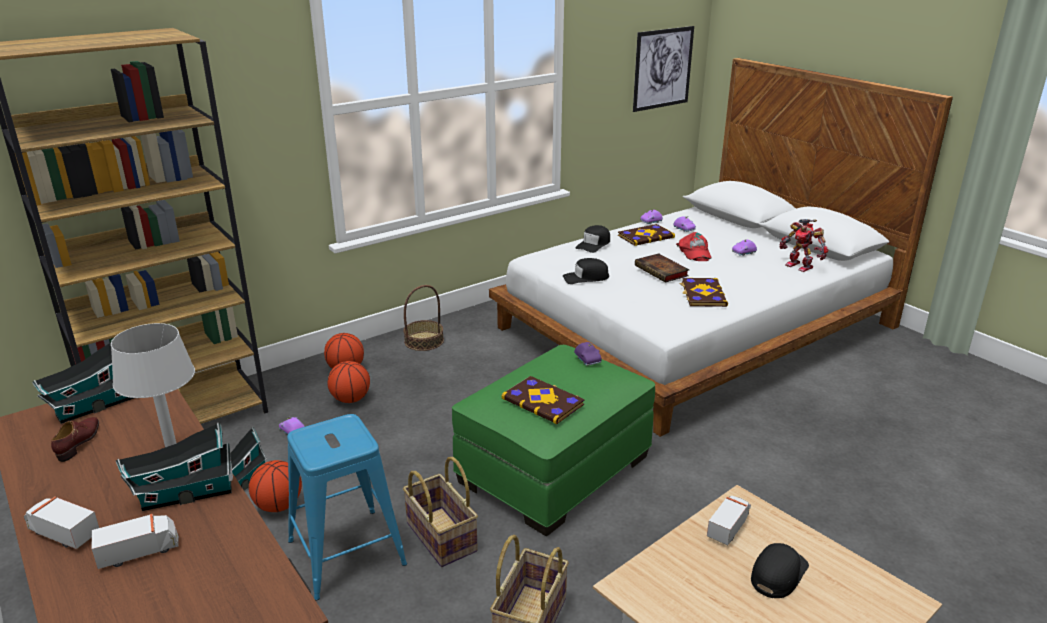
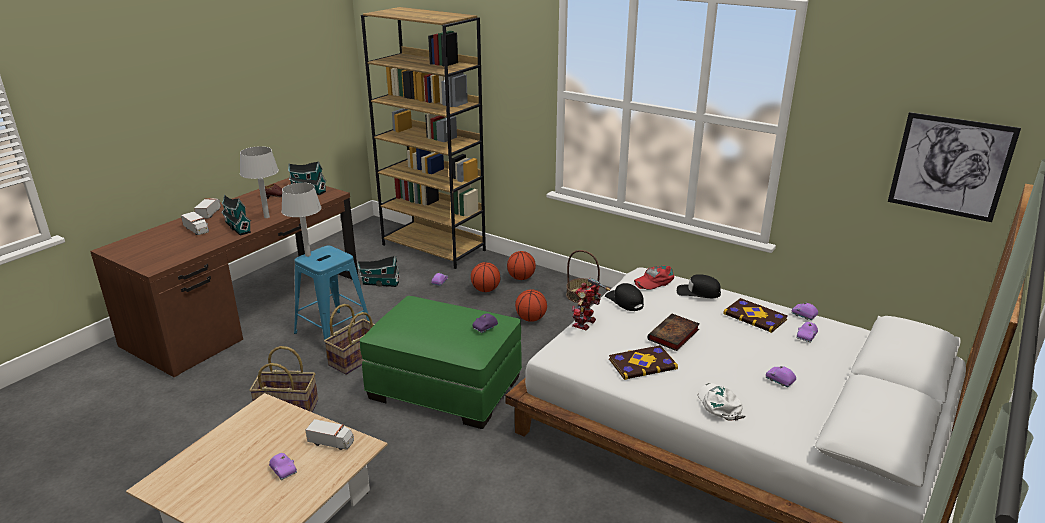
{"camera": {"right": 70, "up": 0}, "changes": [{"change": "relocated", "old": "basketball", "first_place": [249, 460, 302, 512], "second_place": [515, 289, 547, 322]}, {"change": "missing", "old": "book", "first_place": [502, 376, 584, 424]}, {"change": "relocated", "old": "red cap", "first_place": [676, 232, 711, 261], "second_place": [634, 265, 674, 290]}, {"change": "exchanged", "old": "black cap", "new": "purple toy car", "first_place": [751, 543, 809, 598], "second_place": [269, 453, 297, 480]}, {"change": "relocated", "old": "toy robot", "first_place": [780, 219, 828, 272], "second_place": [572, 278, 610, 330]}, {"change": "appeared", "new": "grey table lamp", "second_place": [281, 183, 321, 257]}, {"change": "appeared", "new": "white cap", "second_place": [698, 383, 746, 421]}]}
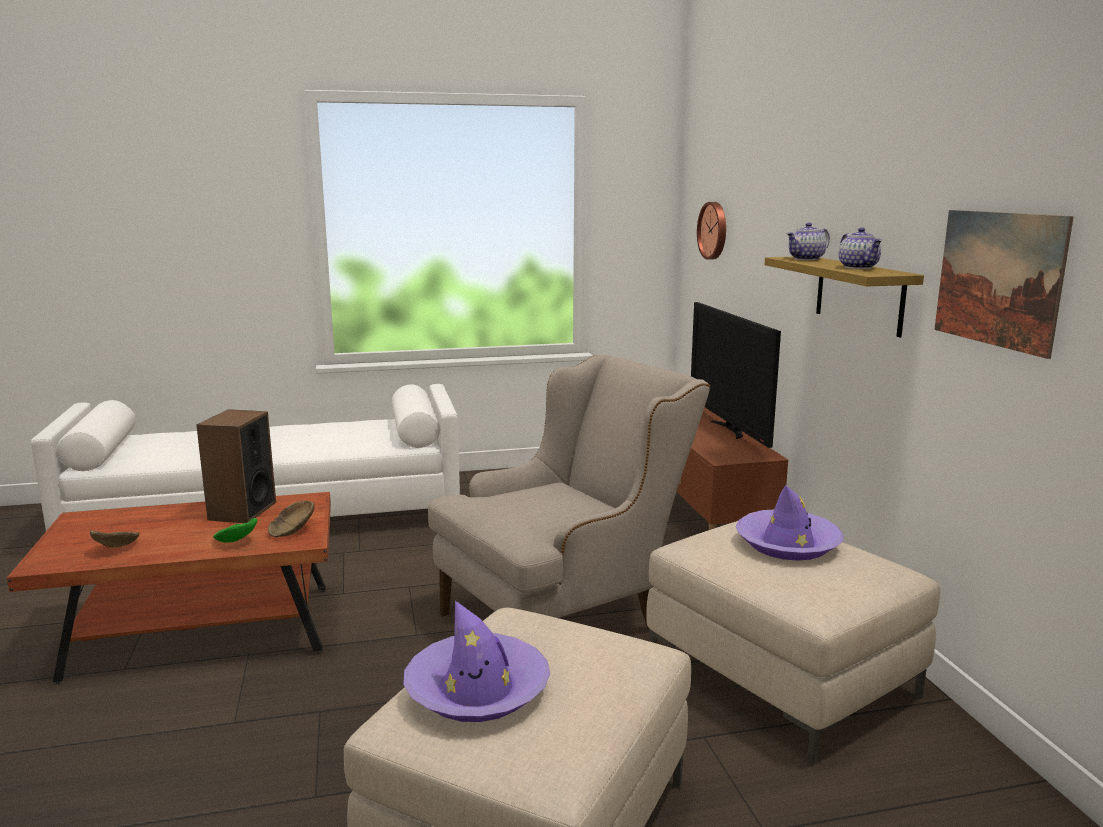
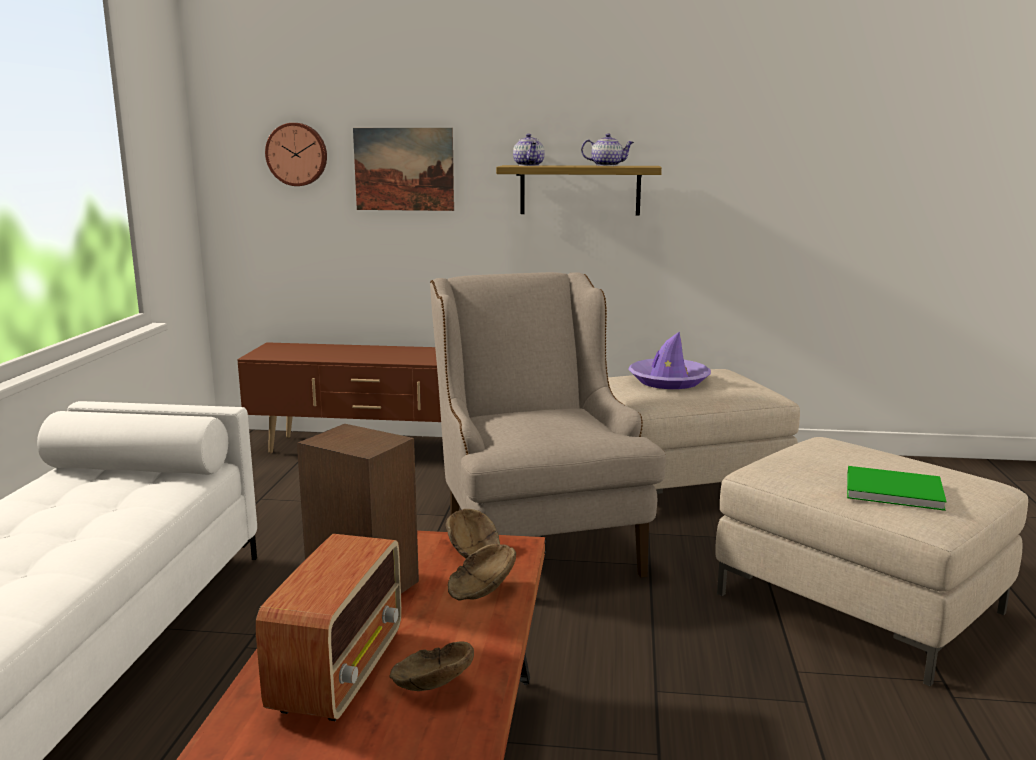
{"camera": {"right": -70, "up": 0}, "changes": [{"change": "colour", "old": "green bowl", "new": "brown bowl", "first_place": [213, 518, 257, 542], "second_place": [448, 544, 516, 601]}, {"change": "exchanged", "old": "purple hat", "new": "green book", "first_place": [403, 601, 550, 722], "second_place": [847, 466, 947, 511]}, {"change": "missing", "old": "television", "first_place": [691, 302, 781, 448]}, {"change": "relocated", "old": "picture", "first_place": [934, 210, 1074, 359], "second_place": [353, 128, 454, 211]}, {"change": "appeared", "new": "radio", "second_place": [256, 534, 402, 721]}]}
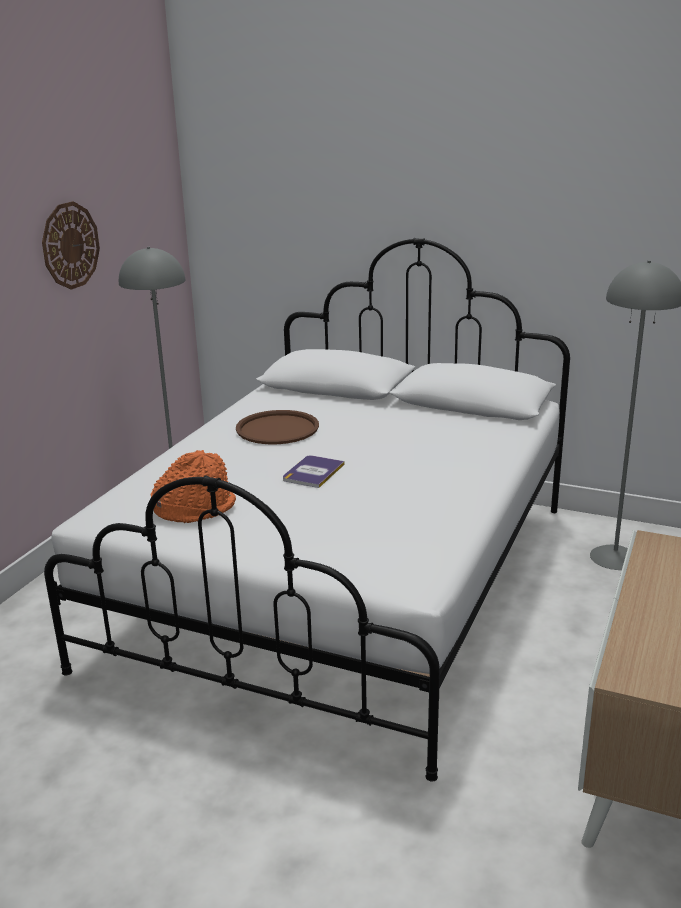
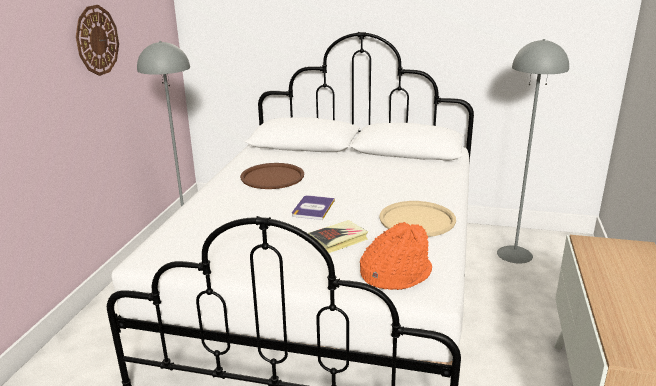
{"camera": {"right": -10, "up": 0}, "changes": [{"change": "relocated", "old": "orange hat", "first_place": [151, 450, 236, 523], "second_place": [360, 222, 432, 290]}, {"change": "appeared", "new": "book", "second_place": [308, 220, 368, 253]}, {"change": "appeared", "new": "beige tray", "second_place": [379, 201, 456, 237]}]}
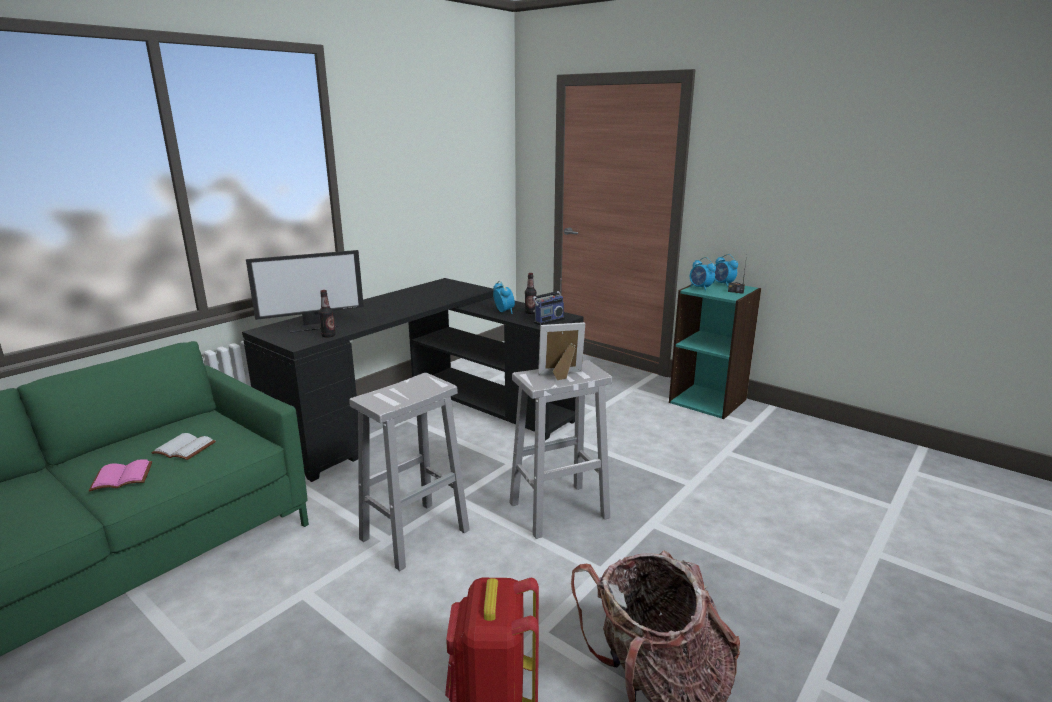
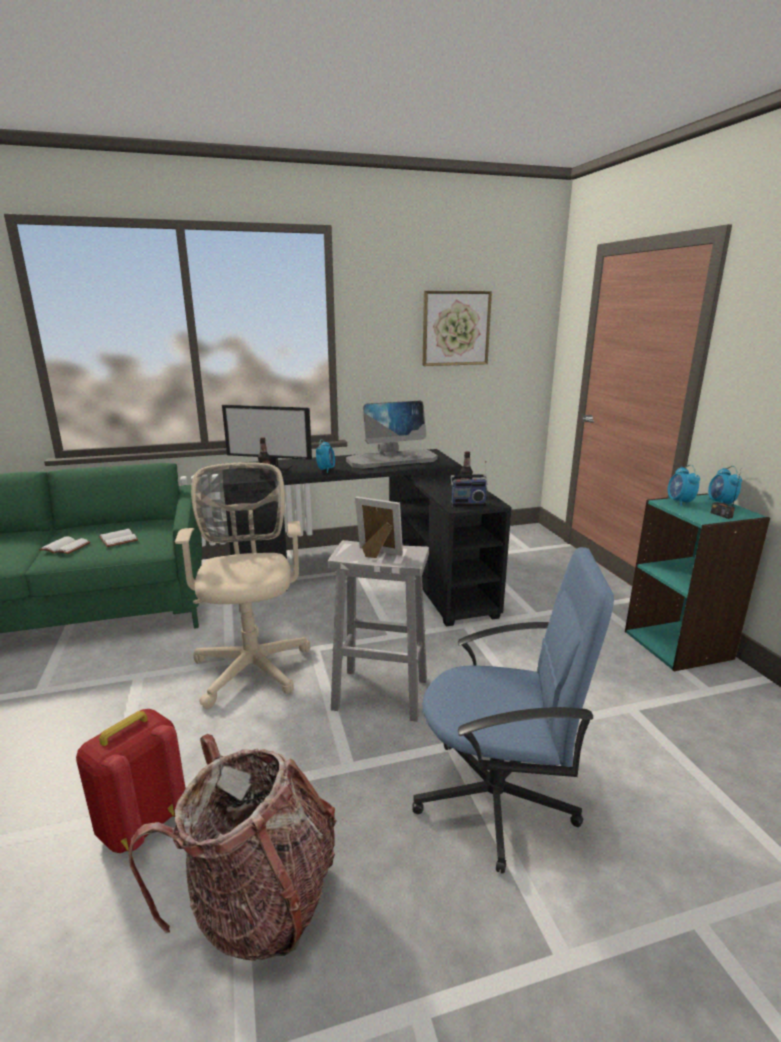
{"camera": {"right": 35, "up": 0}, "changes": [{"change": "colour", "old": "pink book", "new": "white book", "first_place": [89, 459, 152, 491], "second_place": [39, 536, 91, 554]}, {"change": "exchanged", "old": "white stool", "new": "beige office chair", "first_place": [349, 373, 470, 571], "second_place": [175, 462, 311, 709]}, {"change": "relocated", "old": "alarm clock", "first_place": [493, 281, 515, 314], "second_place": [316, 439, 335, 473]}, {"change": "appeared", "new": "monitor", "second_place": [346, 401, 438, 469]}, {"change": "appeared", "new": "blue office chair", "second_place": [412, 547, 614, 874]}, {"change": "appeared", "new": "picture", "second_place": [423, 291, 492, 366]}]}
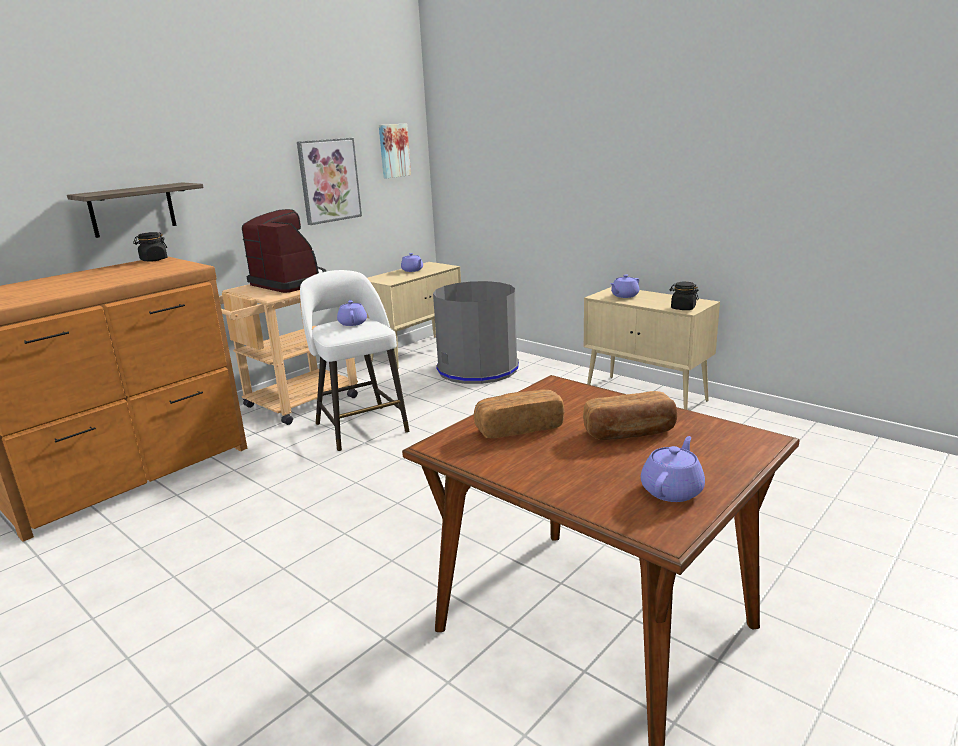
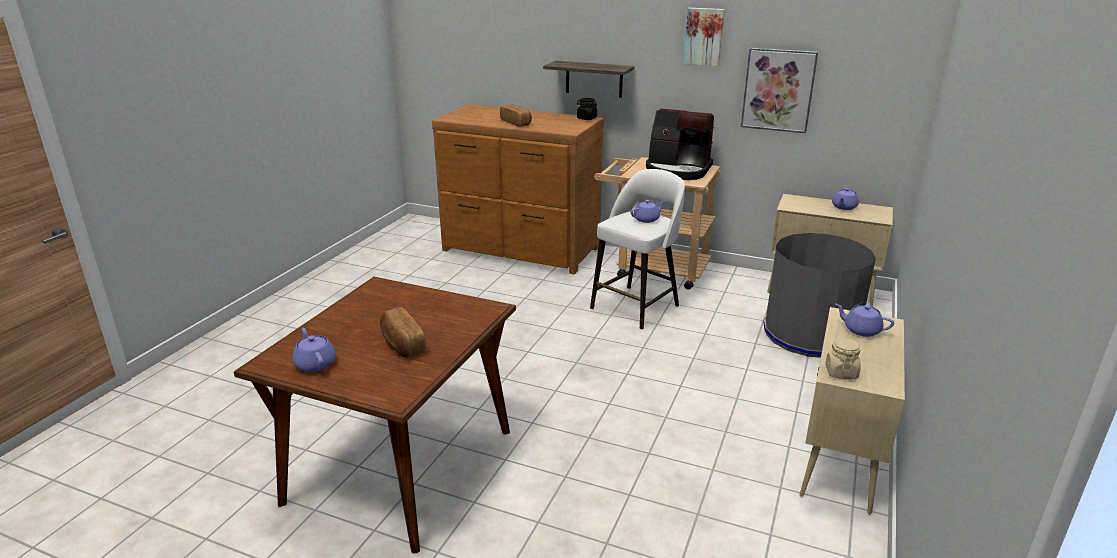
{"camera": {"right": 70, "up": 5}, "changes": [{"change": "spun", "old": "coffee machine", "first_place": [242, 209, 326, 293], "second_place": [646, 109, 714, 180], "degrees": 90}, {"change": "relocated", "old": "picture", "first_place": [379, 123, 411, 178], "second_place": [684, 8, 725, 66]}, {"change": "relocated", "old": "bread", "first_place": [474, 389, 564, 438], "second_place": [500, 104, 532, 127]}, {"change": "spun", "old": "purple teapot", "first_place": [641, 436, 705, 502], "second_place": [293, 328, 336, 372], "degrees": -135}, {"change": "colour", "old": "black jar", "new": "beige jar", "first_place": [669, 282, 699, 310], "second_place": [825, 338, 861, 379]}]}
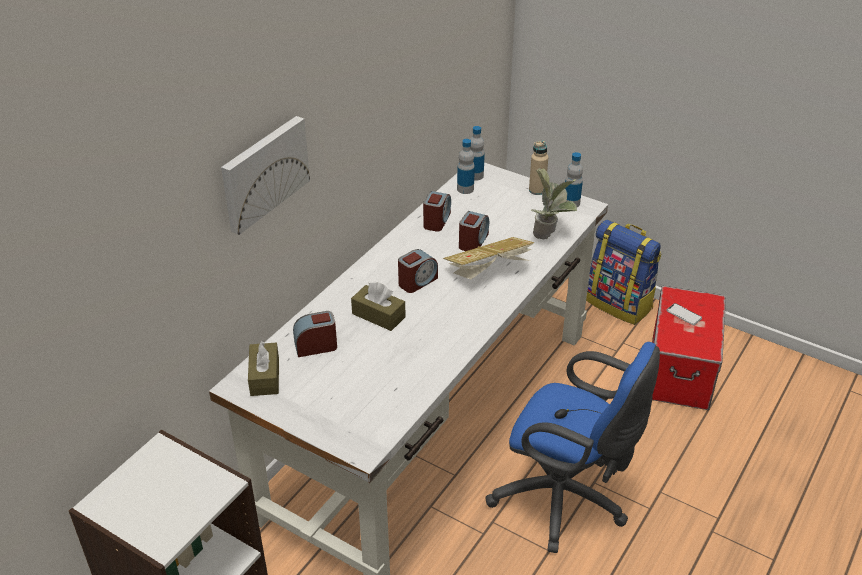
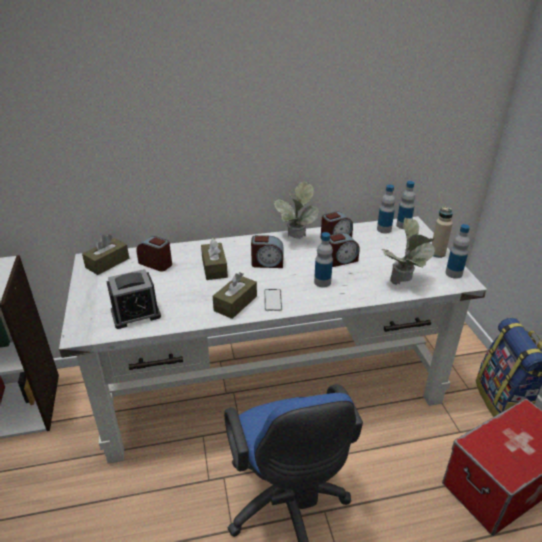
{"camera": {"right": 45, "up": -5}, "changes": [{"change": "missing", "old": "picture", "first_place": [221, 116, 310, 235]}, {"change": "exchanged", "old": "book", "new": "bottle", "first_place": [443, 237, 534, 279], "second_place": [314, 232, 333, 288]}, {"change": "relocated", "old": "phone", "first_place": [666, 303, 702, 325], "second_place": [264, 289, 282, 311]}, {"change": "appeared", "new": "alarm clock", "second_place": [106, 269, 161, 329]}, {"change": "appeared", "new": "brown tissue box", "second_place": [213, 272, 257, 319]}, {"change": "appeared", "new": "potted plant", "second_place": [274, 182, 319, 239]}]}
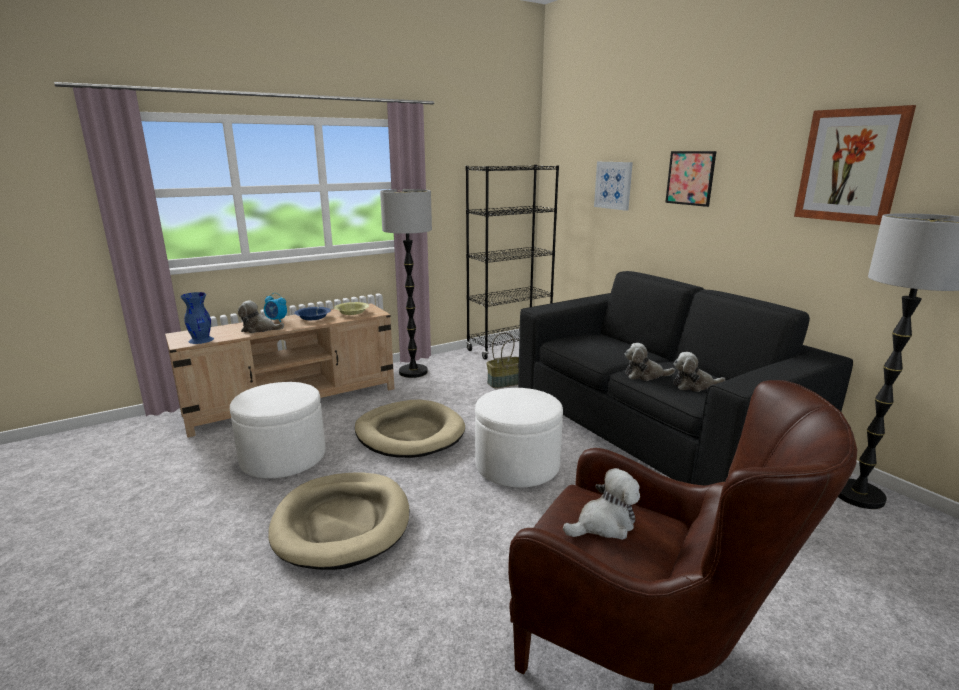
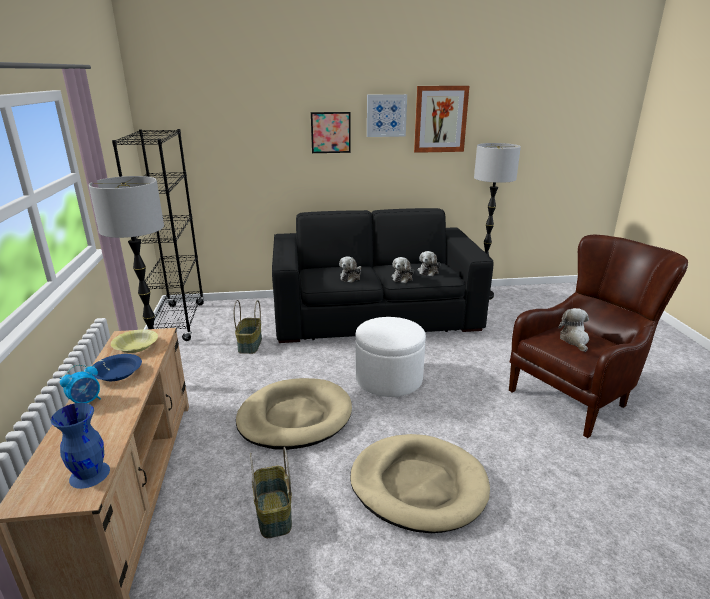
{"camera": {"right": -65, "up": 5}, "changes": [{"change": "exchanged", "old": "white ottoman", "new": "basket", "first_place": [230, 382, 325, 478], "second_place": [250, 447, 292, 538]}, {"change": "relocated", "old": "plush toy", "first_place": [238, 300, 284, 333], "second_place": [339, 256, 361, 283]}, {"change": "relocated", "old": "picture", "first_place": [594, 162, 633, 211], "second_place": [367, 94, 407, 137]}]}
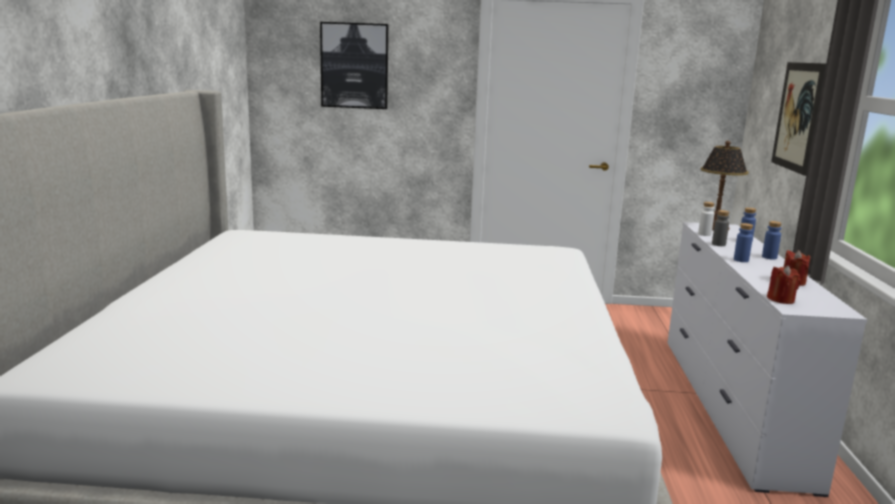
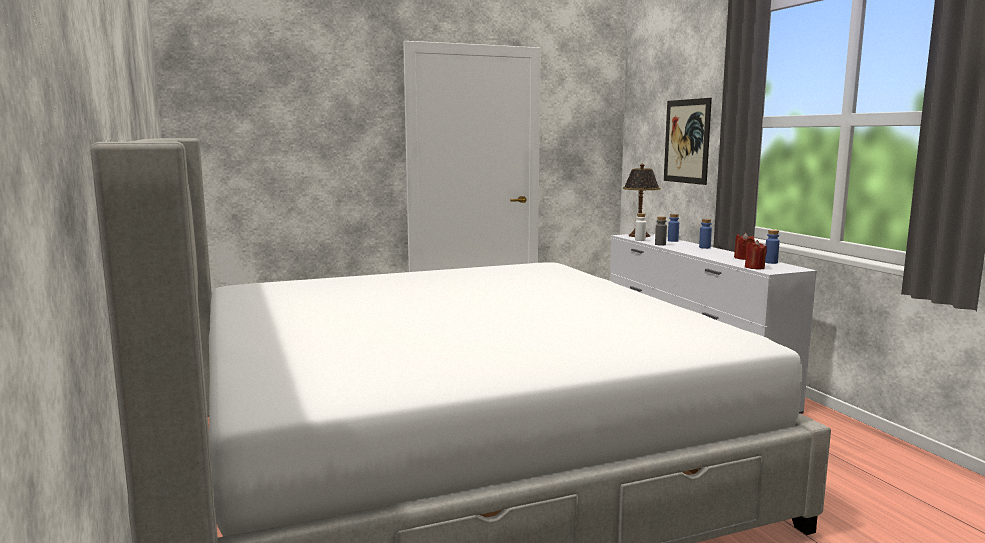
{"camera": {"right": -25, "up": -5}, "changes": [{"change": "missing", "old": "picture", "first_place": [320, 22, 388, 109]}, {"change": "relocated", "old": "blue bottle", "first_place": [734, 223, 753, 262], "second_place": [765, 230, 780, 264]}]}
